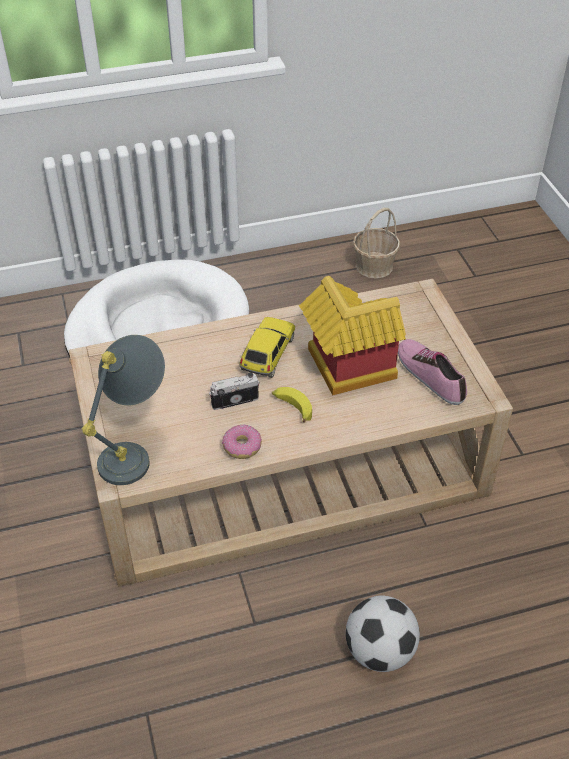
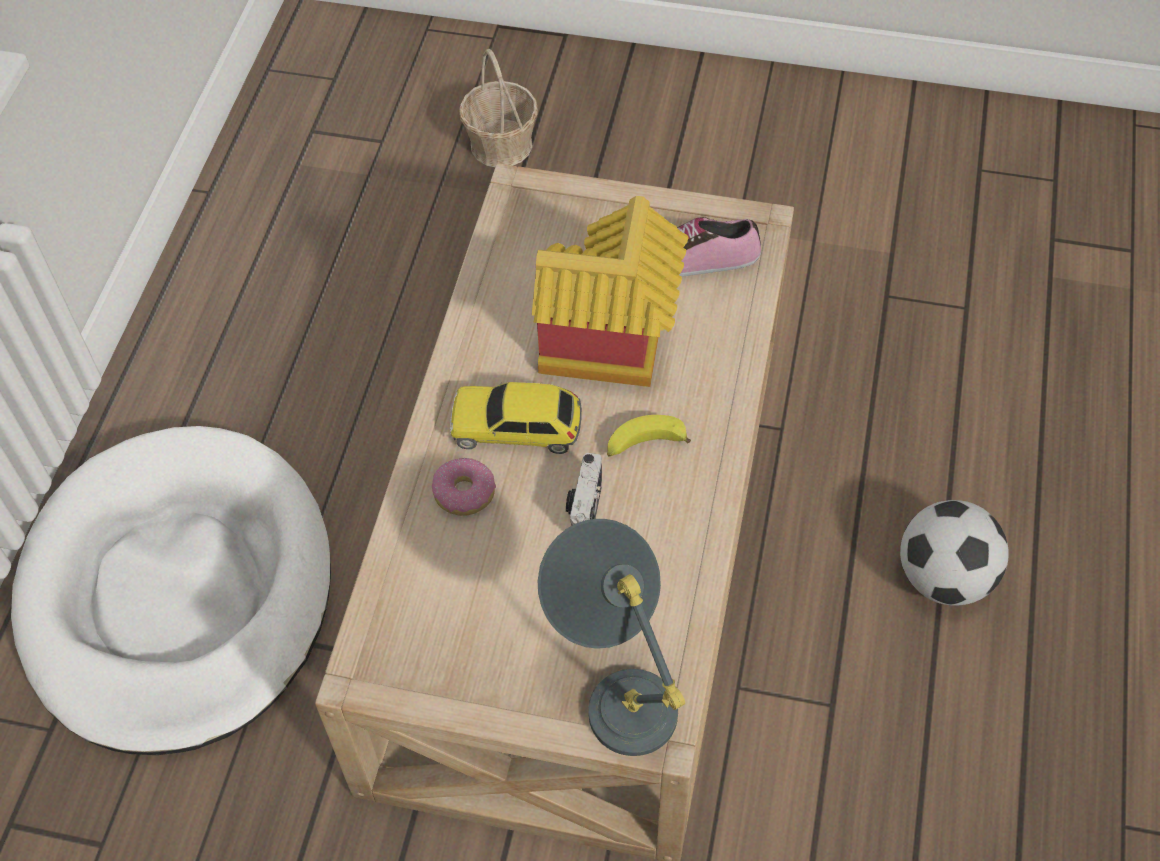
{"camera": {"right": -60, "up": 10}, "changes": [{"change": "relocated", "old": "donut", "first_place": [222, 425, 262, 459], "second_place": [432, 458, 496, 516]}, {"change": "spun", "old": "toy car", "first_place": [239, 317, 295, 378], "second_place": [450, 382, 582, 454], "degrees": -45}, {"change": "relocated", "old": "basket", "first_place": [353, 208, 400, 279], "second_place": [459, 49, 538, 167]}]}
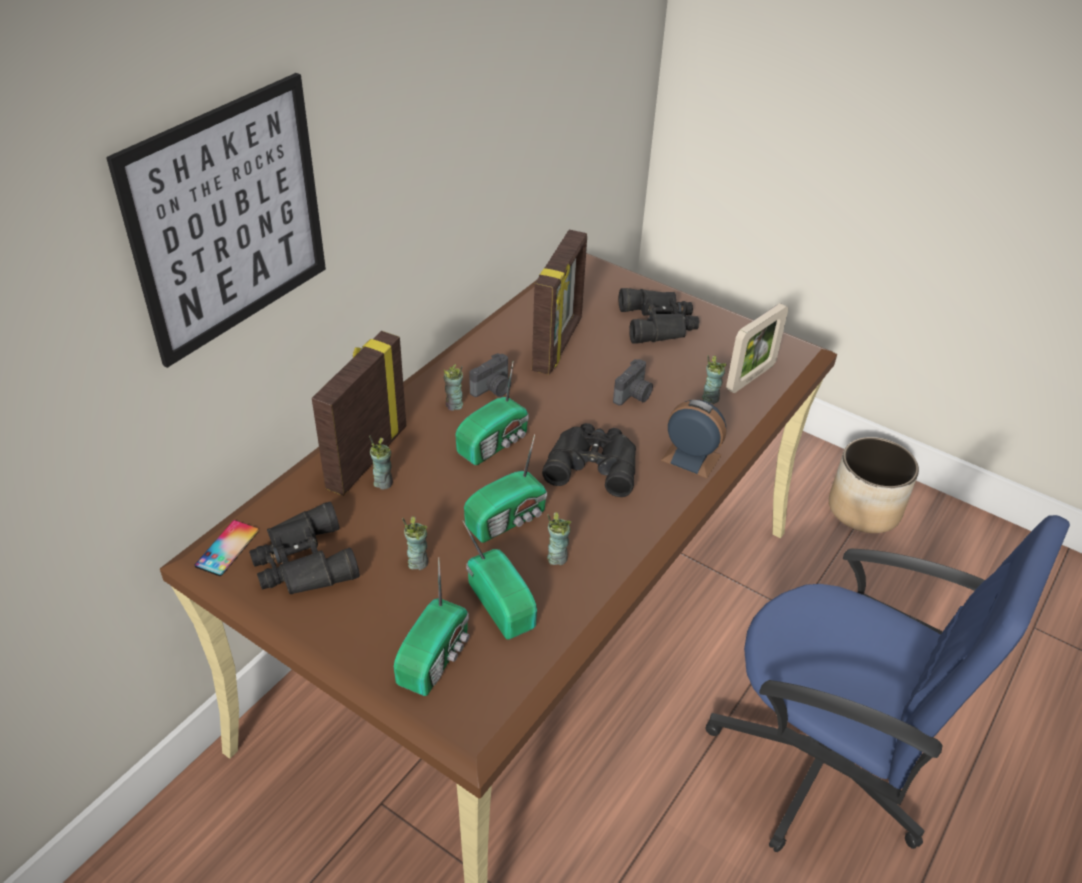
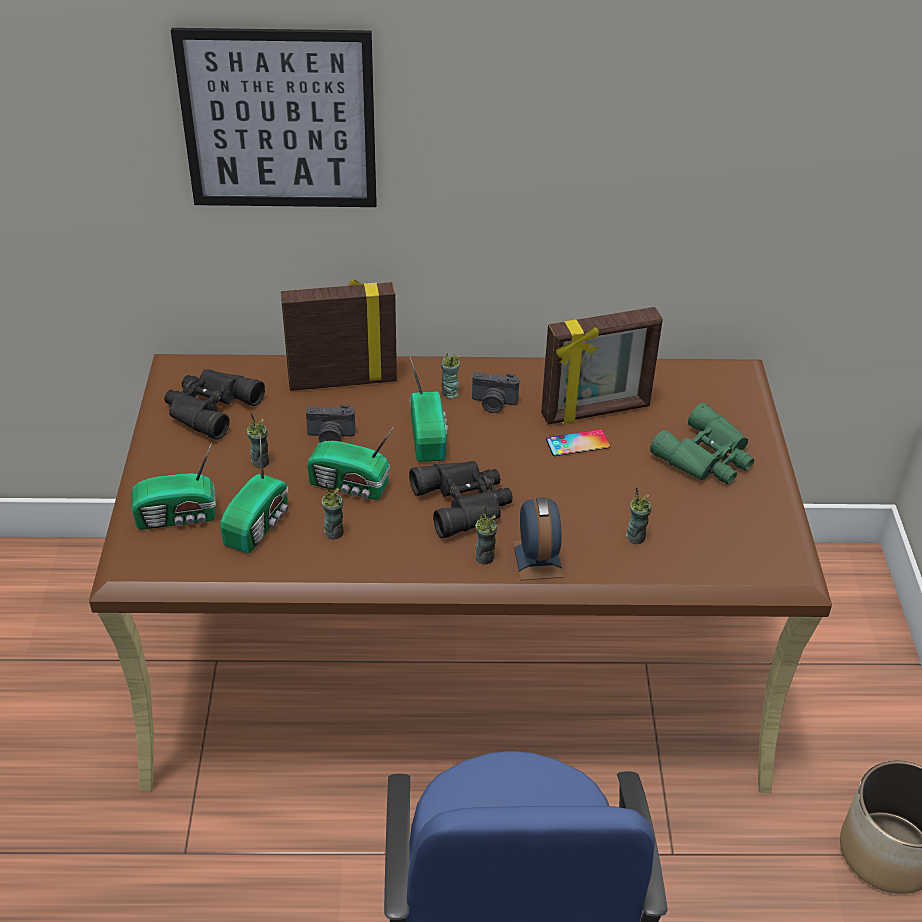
{"camera": {"right": 55, "up": 0}, "changes": [{"change": "relocated", "old": "phone", "first_place": [195, 520, 259, 576], "second_place": [546, 429, 610, 456]}, {"change": "relocated", "old": "cup", "first_place": [369, 435, 393, 490], "second_place": [475, 506, 498, 565]}, {"change": "spun", "old": "radio", "first_place": [455, 363, 529, 465], "second_place": [410, 357, 448, 462], "degrees": -105}, {"change": "relocated", "old": "photo camera", "first_place": [613, 359, 653, 405], "second_place": [306, 405, 356, 443]}, {"change": "colour", "old": "black binoculars", "new": "green binoculars", "first_place": [619, 288, 699, 344], "second_place": [650, 403, 754, 485]}, {"change": "missing", "old": "picture frame", "first_place": [726, 303, 788, 393]}]}
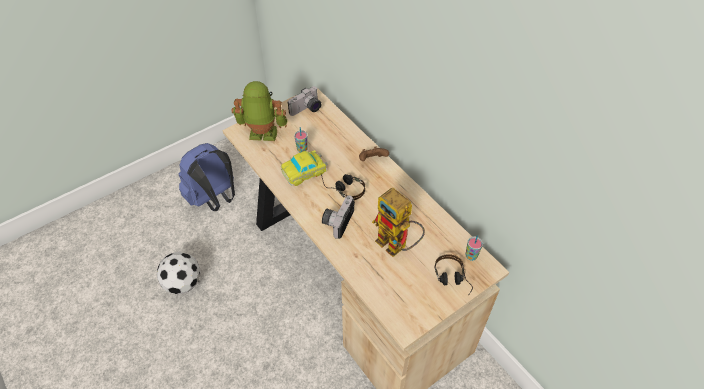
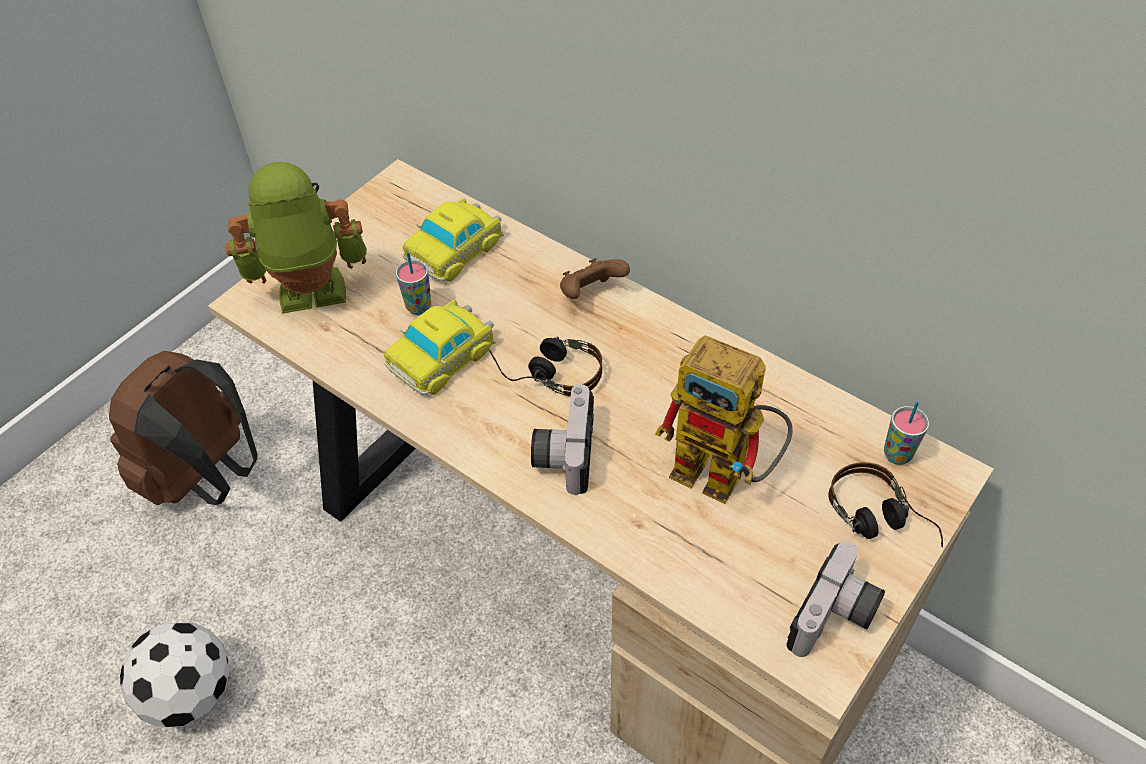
{"camera": {"right": -15, "up": 0}, "changes": [{"change": "colour", "old": "blue backpack", "new": "brown backpack", "first_place": [179, 143, 235, 211], "second_place": [109, 351, 258, 505]}, {"change": "relocated", "old": "photo camera", "first_place": [288, 86, 321, 116], "second_place": [787, 541, 885, 657]}, {"change": "appeared", "new": "toy car", "second_place": [402, 198, 504, 282]}]}
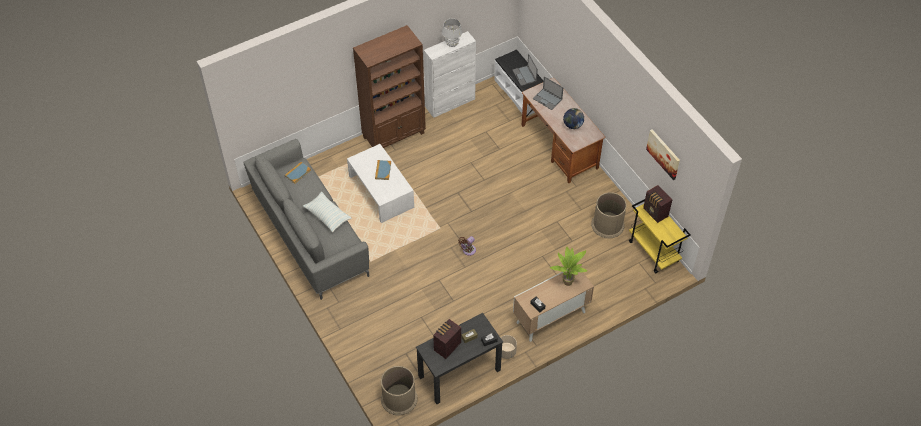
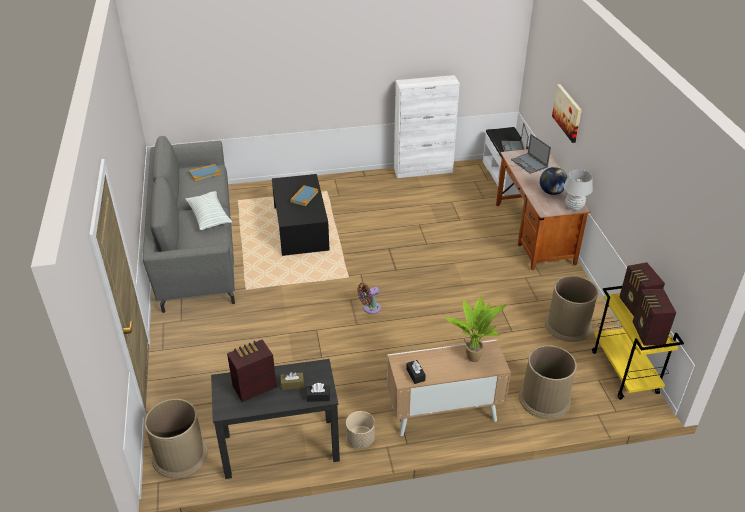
{"camera": {"right": 20, "up": -15}, "changes": [{"change": "colour", "old": "white coffee table", "new": "black coffee table", "first_place": [347, 144, 414, 223], "second_place": [272, 174, 330, 256]}, {"change": "missing", "old": "brown bookcase", "first_place": [353, 25, 426, 148]}, {"change": "relocated", "old": "white table lamp", "first_place": [442, 18, 463, 47], "second_place": [564, 170, 593, 210]}, {"change": "relocated", "old": "picture", "first_place": [646, 129, 680, 180], "second_place": [552, 84, 582, 143]}, {"change": "appeared", "new": "brown trash can", "second_place": [519, 345, 577, 419]}, {"change": "appeared", "new": "radio", "second_place": [633, 289, 676, 346]}]}
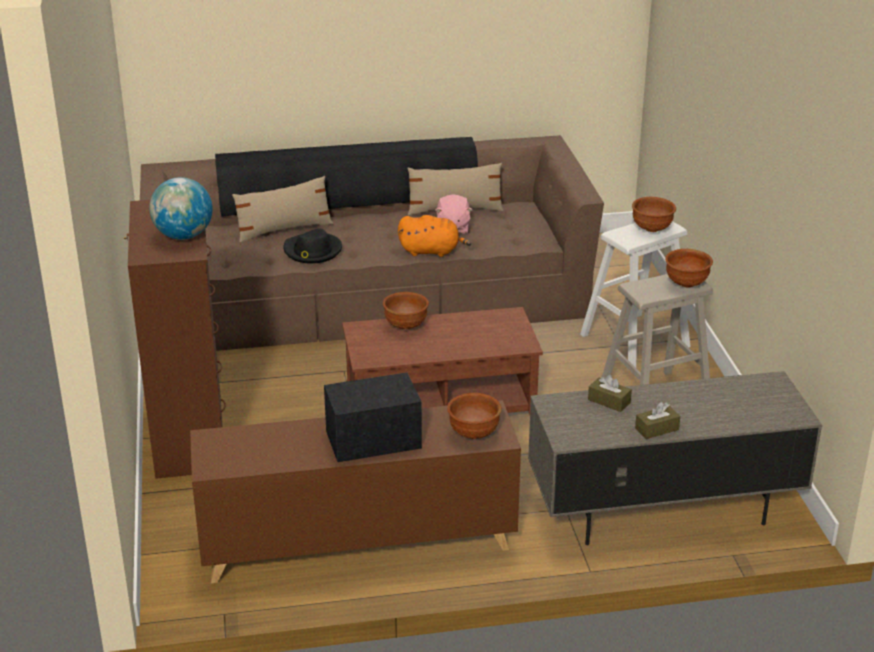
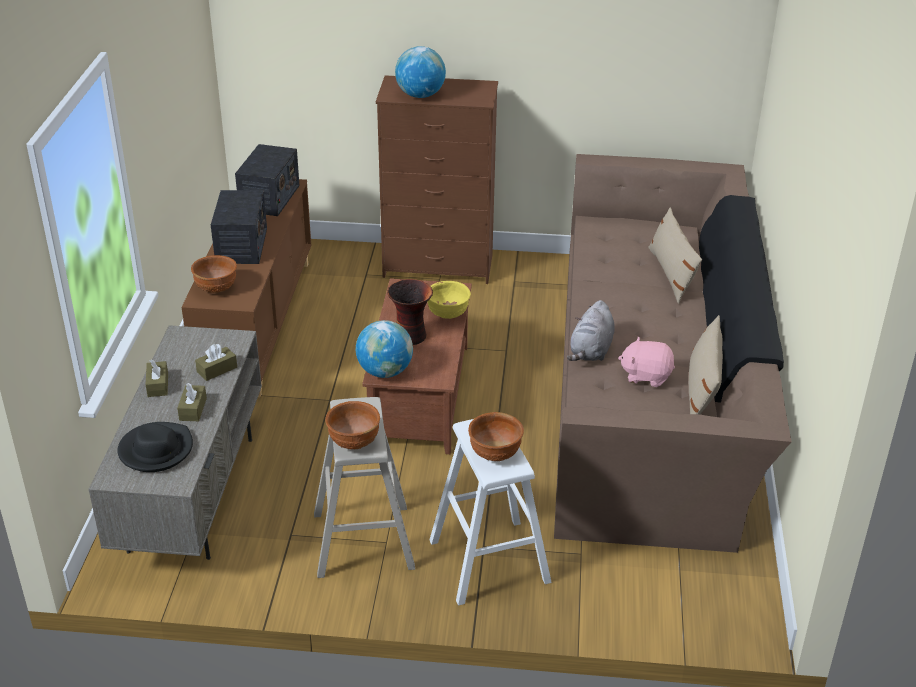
{"camera": {"right": 105, "up": 5}, "changes": [{"change": "relocated", "old": "black hat", "first_place": [283, 228, 342, 264], "second_place": [117, 422, 193, 472]}, {"change": "colour", "old": "brown bowl", "new": "yellow bowl", "first_place": [383, 292, 429, 329], "second_place": [428, 281, 471, 319]}, {"change": "colour", "old": "orange plush toy", "new": "grey plush toy", "first_place": [398, 215, 471, 257], "second_place": [567, 300, 615, 361]}, {"change": "appeared", "new": "brown tissue box", "second_place": [177, 383, 207, 421]}, {"change": "appeared", "new": "radio", "second_place": [235, 144, 300, 216]}, {"change": "appeared", "new": "globe", "second_place": [356, 320, 413, 378]}, {"change": "appeared", "new": "vase", "second_place": [387, 279, 433, 345]}]}
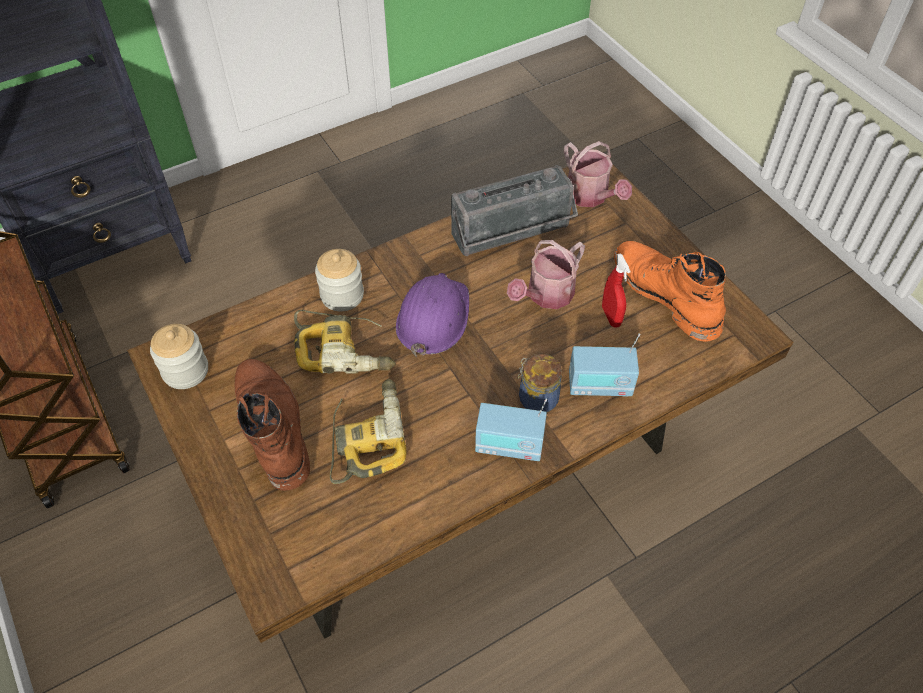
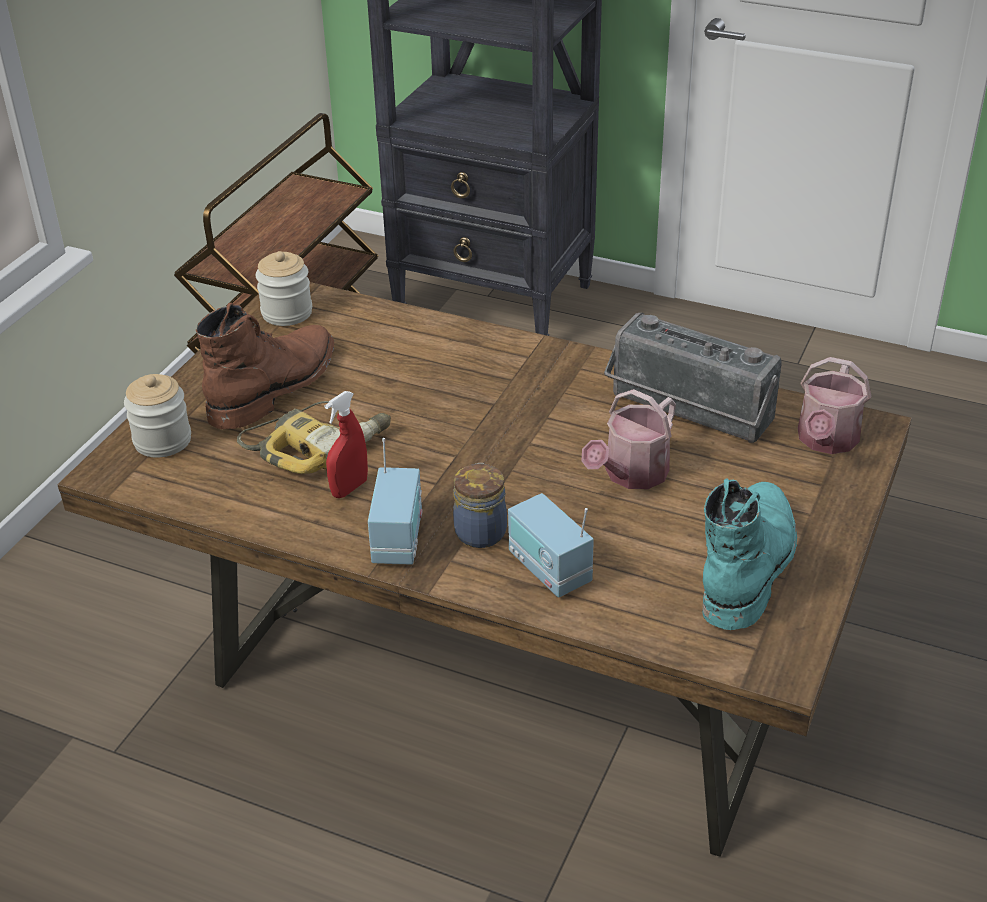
{"camera": {"right": 55, "up": -15}, "changes": [{"change": "missing", "old": "power drill", "first_place": [294, 310, 396, 373]}, {"change": "relocated", "old": "jar", "first_place": [315, 249, 364, 311], "second_place": [124, 374, 191, 458]}, {"change": "missing", "old": "purple hard hat", "first_place": [396, 273, 469, 357]}, {"change": "spun", "old": "radio", "first_place": [475, 399, 547, 461], "second_place": [368, 438, 422, 564], "degrees": -150}, {"change": "spun", "old": "watering can", "first_place": [507, 240, 585, 309], "second_place": [582, 389, 676, 489], "degrees": -60}, {"change": "relocated", "old": "red spray bottle", "first_place": [602, 253, 631, 328], "second_place": [325, 391, 368, 498]}, {"change": "colour", "old": "orange boot", "new": "turquoise boot", "first_place": [614, 241, 726, 342], "second_place": [703, 479, 797, 630]}]}
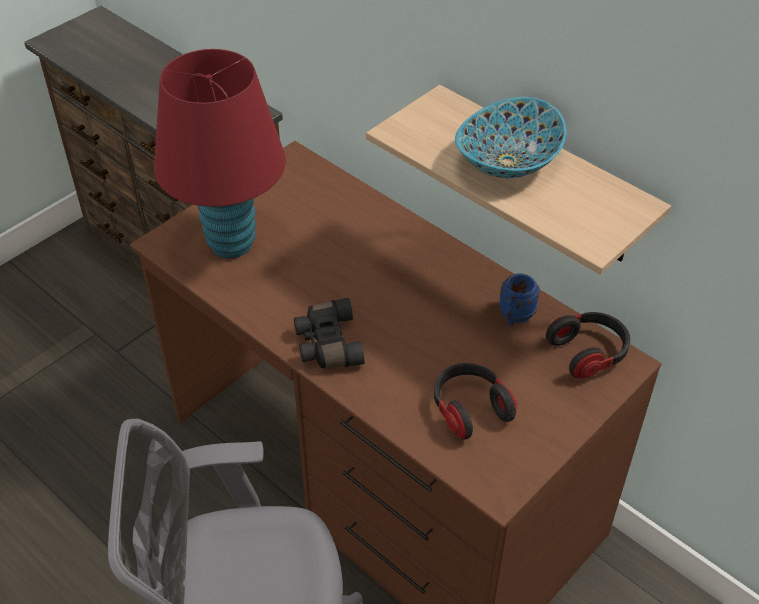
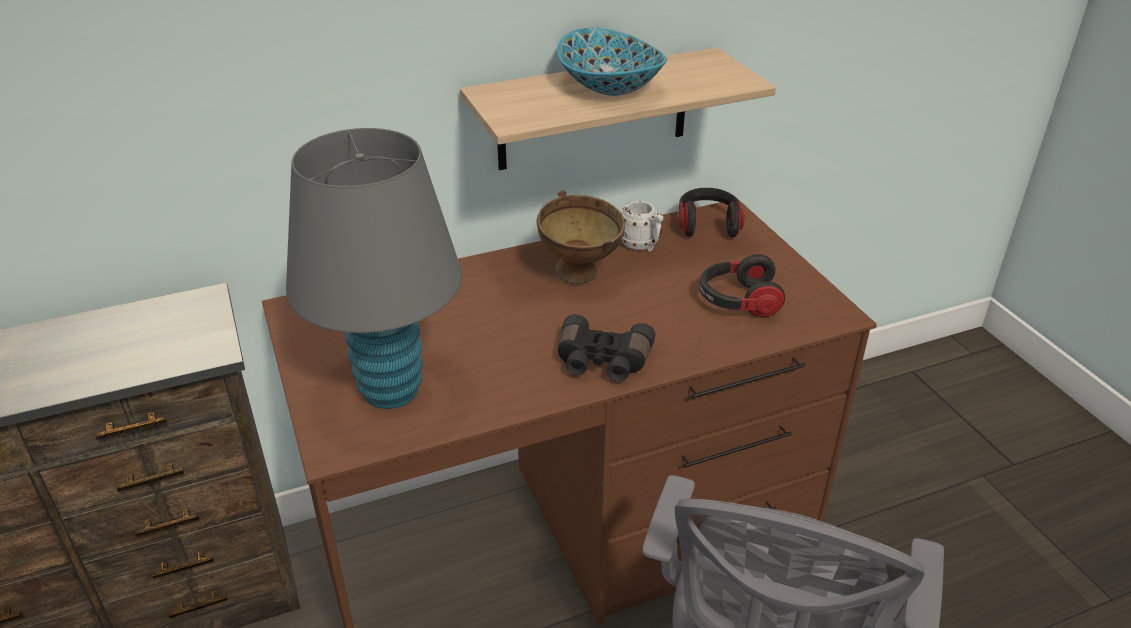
{"camera": {"right": -65, "up": -10}, "changes": [{"change": "colour", "old": "red table lamp", "new": "grey table lamp", "first_place": [154, 49, 286, 258], "second_place": [286, 128, 462, 409]}, {"change": "colour", "old": "blue mug", "new": "white mug", "first_place": [499, 273, 539, 326], "second_place": [621, 201, 663, 252]}, {"change": "appeared", "new": "brown bowl", "second_place": [536, 191, 625, 285]}]}
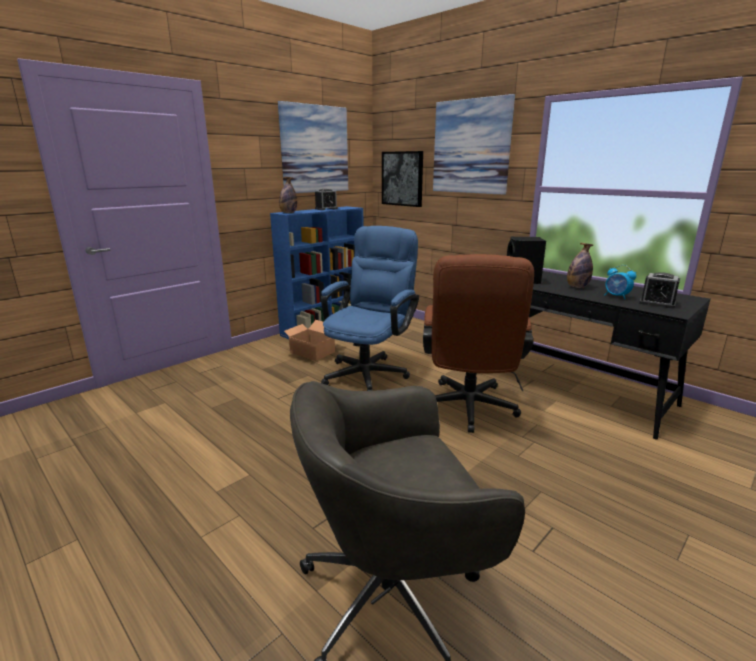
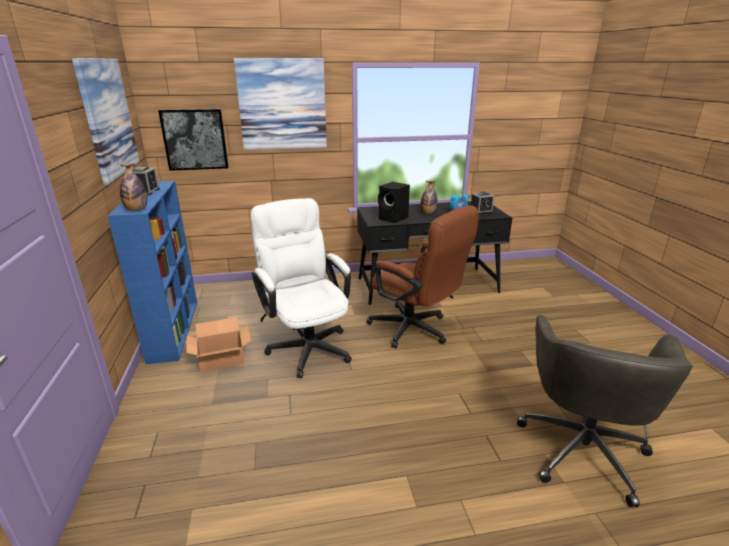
{"camera": {"right": -55, "up": 5}, "changes": [{"change": "colour", "old": "blue office chair", "new": "white office chair", "first_place": [321, 226, 419, 391], "second_place": [250, 198, 352, 378]}]}
